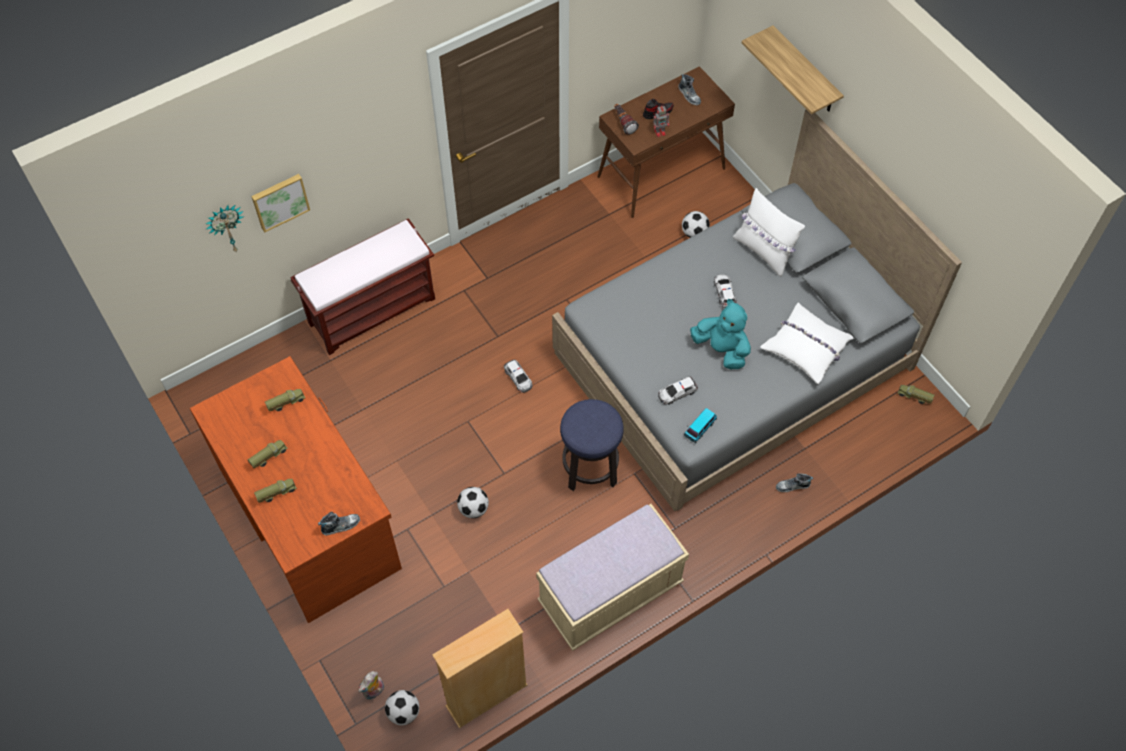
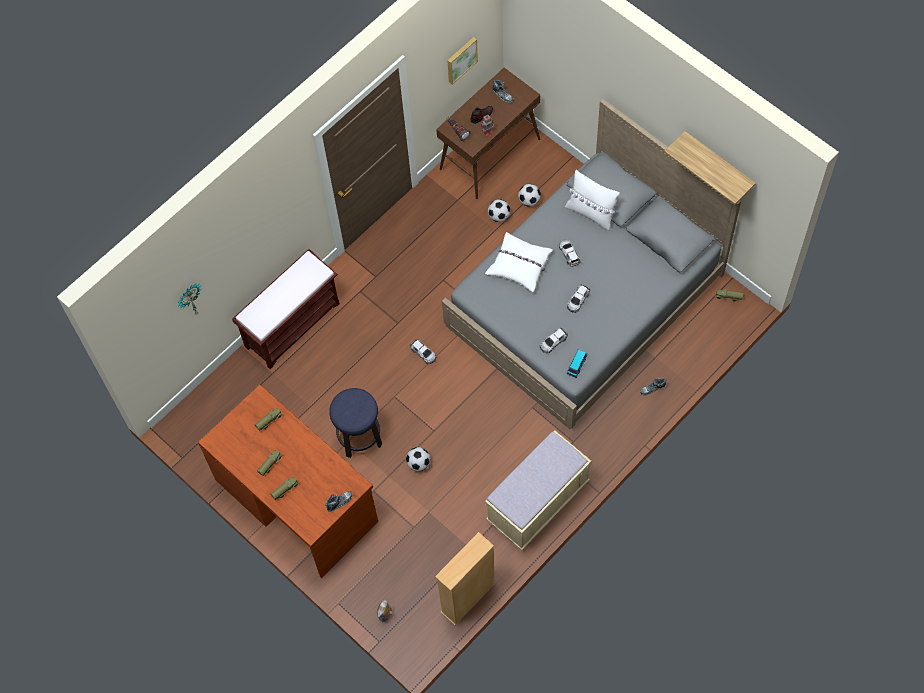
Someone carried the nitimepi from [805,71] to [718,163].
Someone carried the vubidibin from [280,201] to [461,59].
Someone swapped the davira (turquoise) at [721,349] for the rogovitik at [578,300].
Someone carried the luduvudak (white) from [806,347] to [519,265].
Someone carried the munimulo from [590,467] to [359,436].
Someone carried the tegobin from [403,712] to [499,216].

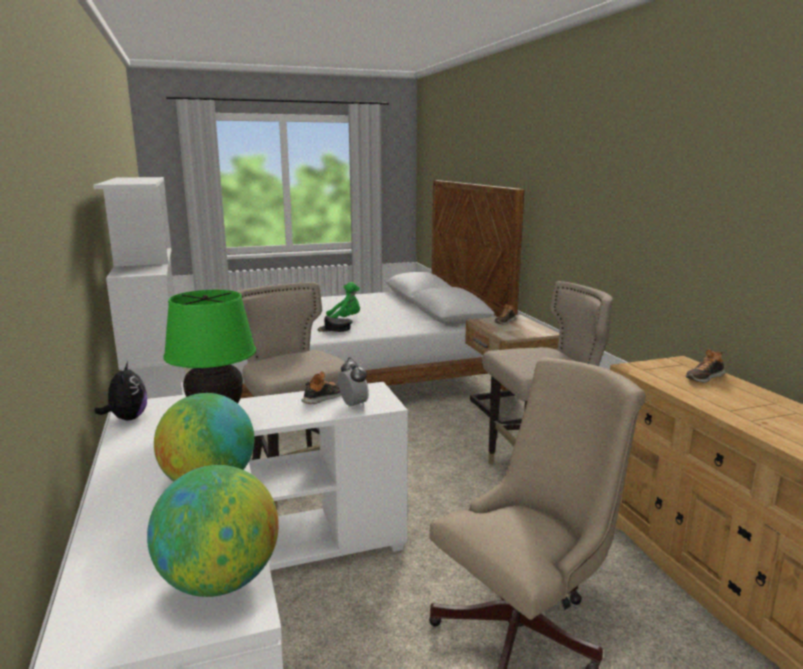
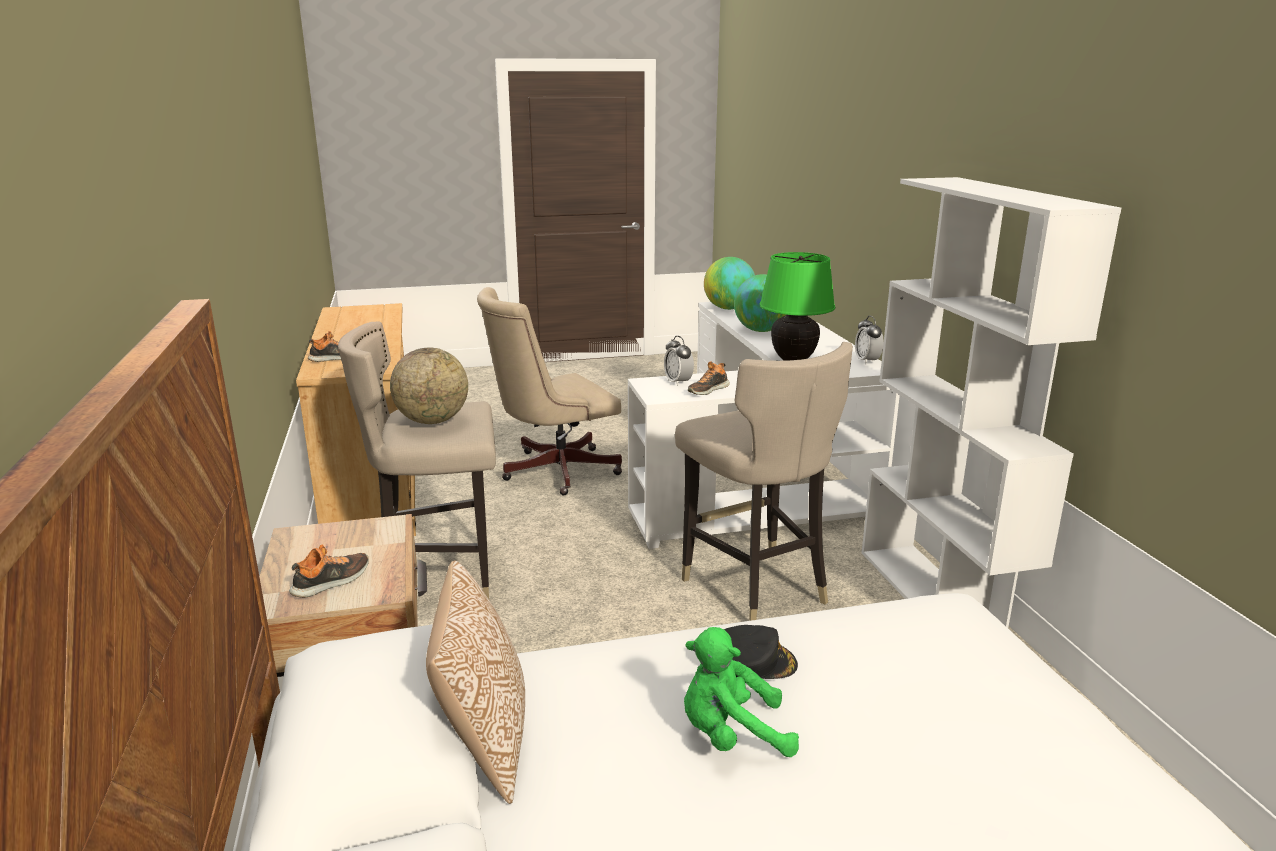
Someone swapped the davira at [127,418] for the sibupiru at [867,361].
Someone put down the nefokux at [432,421].
Someone put down the luduvudak at [484,742].

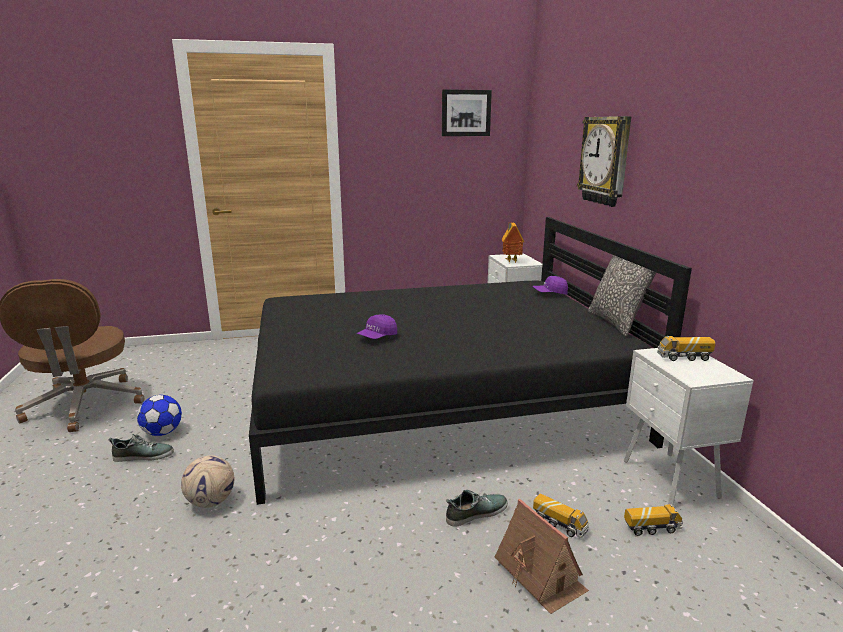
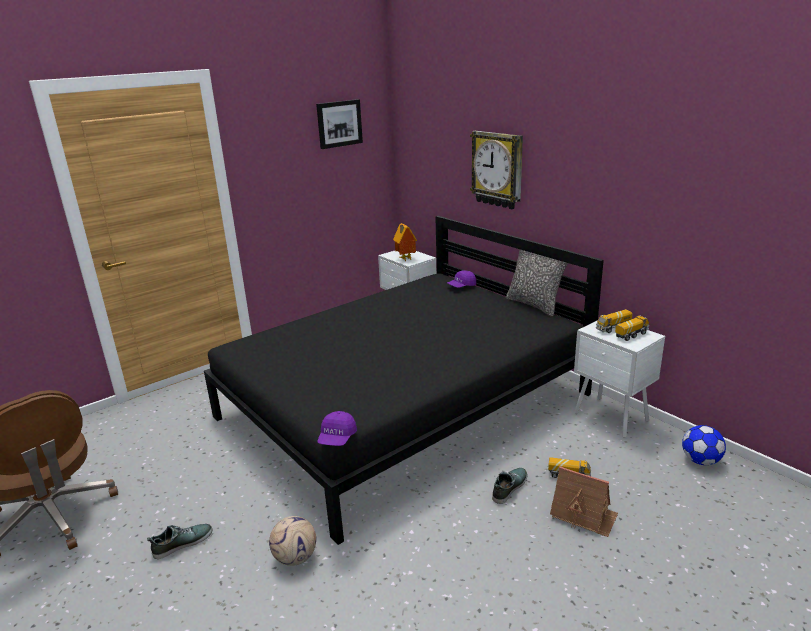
Someone carried the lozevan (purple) from [377,337] to [337,438].
Someone carried the tegobin from [162,432] to [700,461].
Someone carried the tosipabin from [651,528] to [631,335].

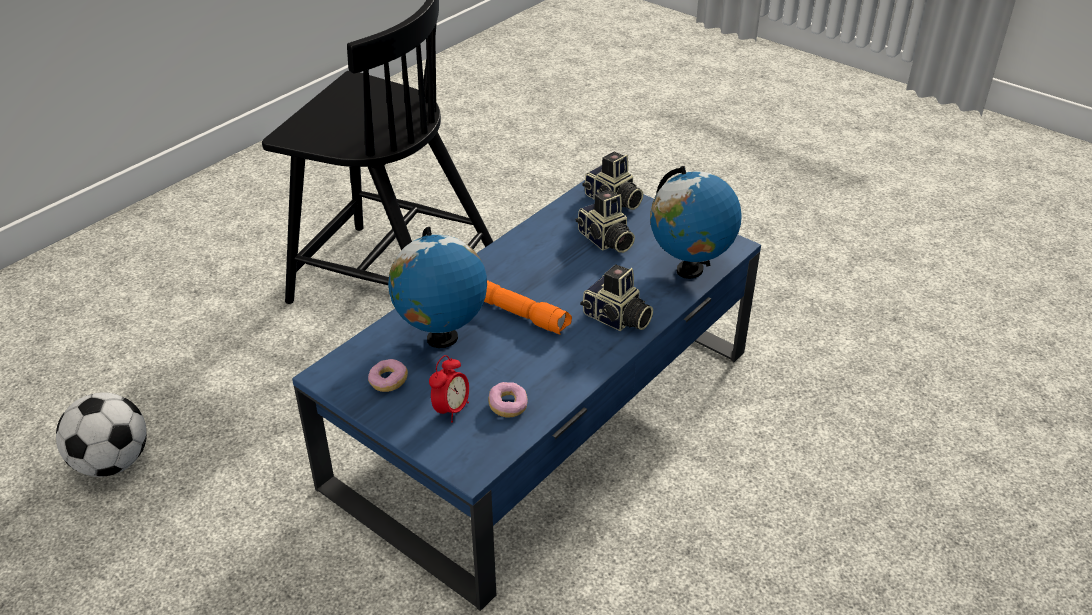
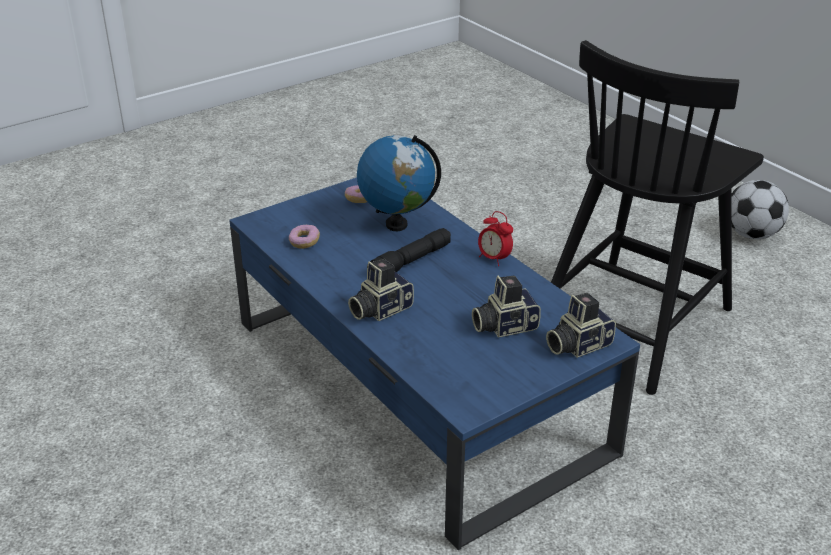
Someone took away the nefokux at [689,270].
Someone repainted the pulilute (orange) at [520,314], which became the pulilute (black) at [410,262].
Someone carried the sibupiru from [451,409] to [494,259].
Someone carried the tegobin from [112,463] to [751,234].

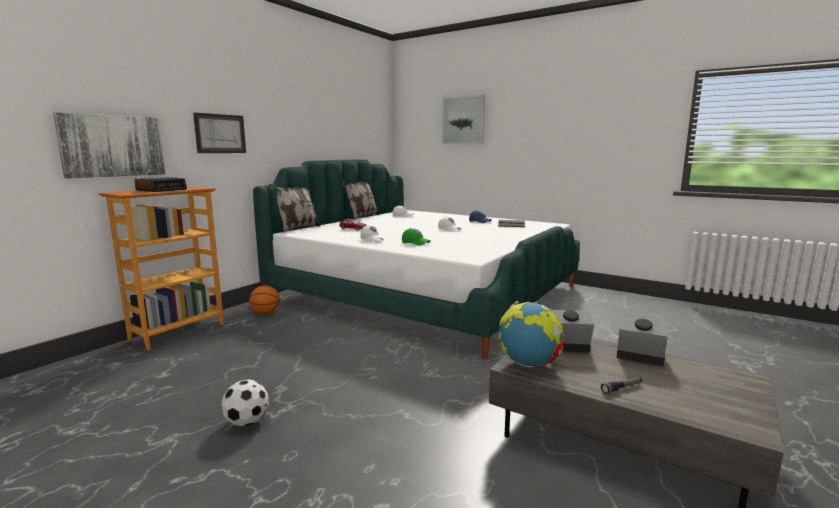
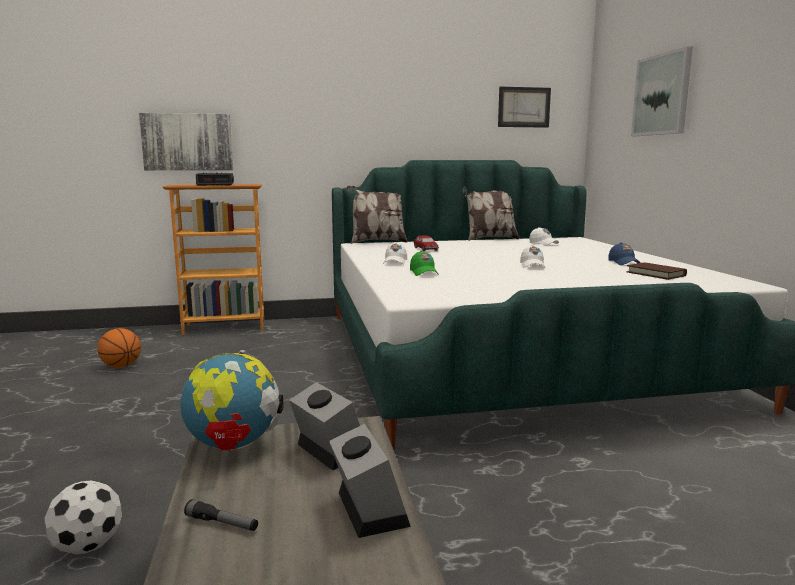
Someone carried the vubidibin from [220,133] to [524,107].
Someone carried the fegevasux from [265,313] to [121,366].
Someone carried the tegobin from [246,422] to [87,546].

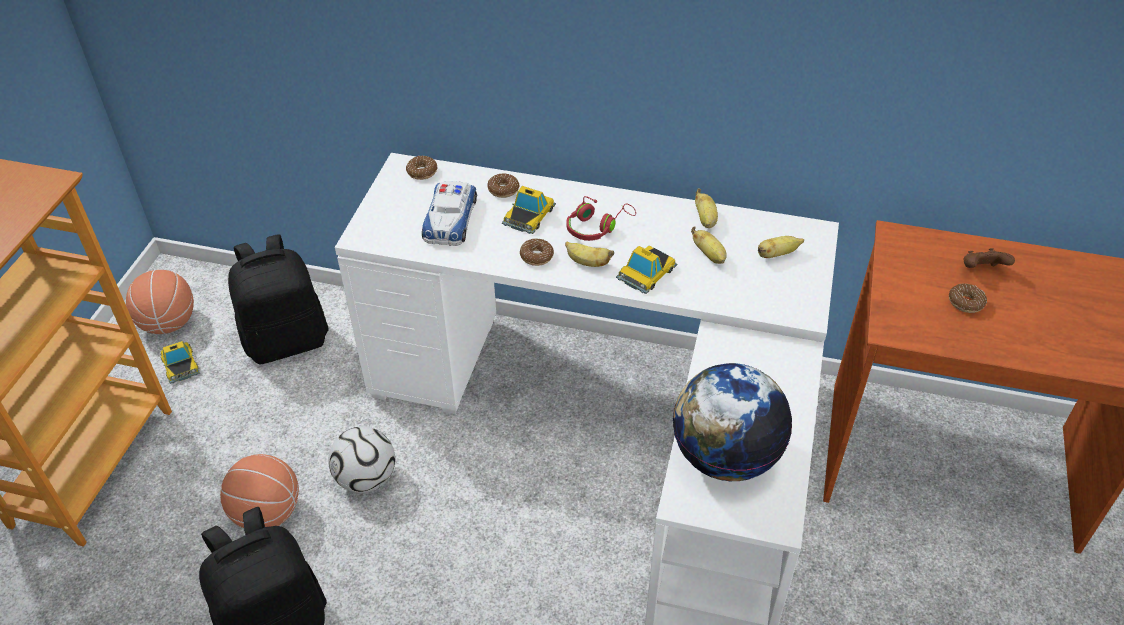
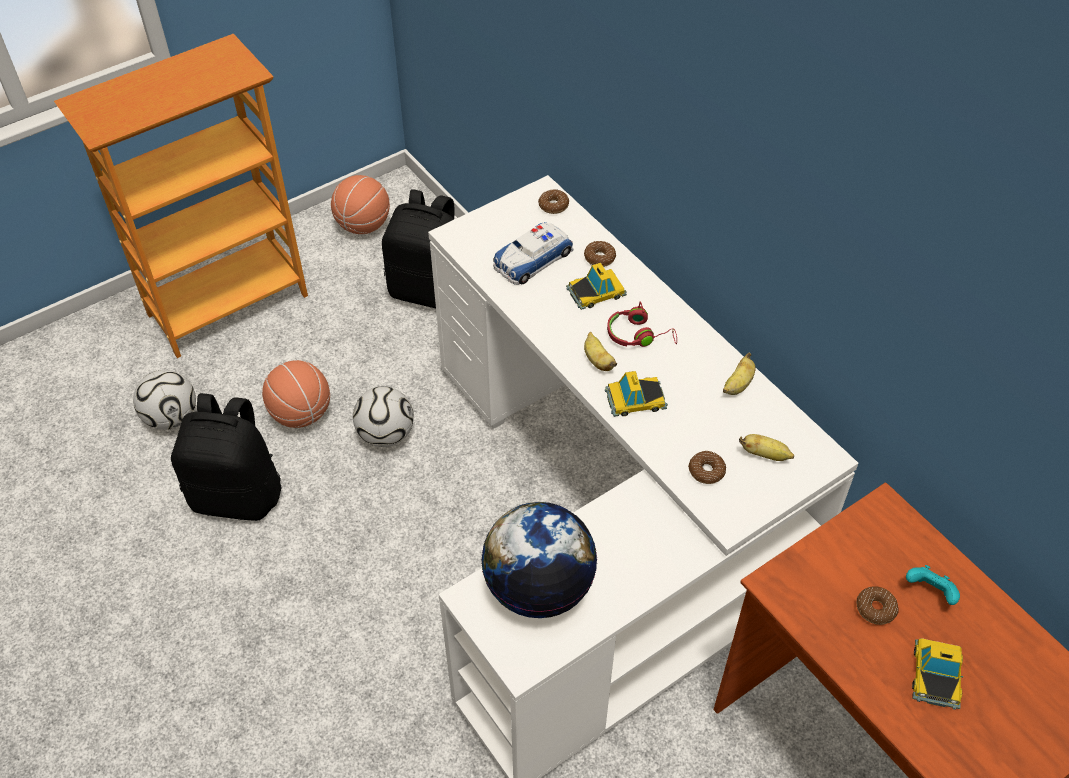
Someone took away the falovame at [709,255].
Someone carried the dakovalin from [536,256] to [706,471].
Someone repainted the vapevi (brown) at [981,270], which became the vapevi (turquoise) at [930,592].
Someone carried the rogovitik from [180,364] to [936,675].
Someone put down the tegobin at [172,417].

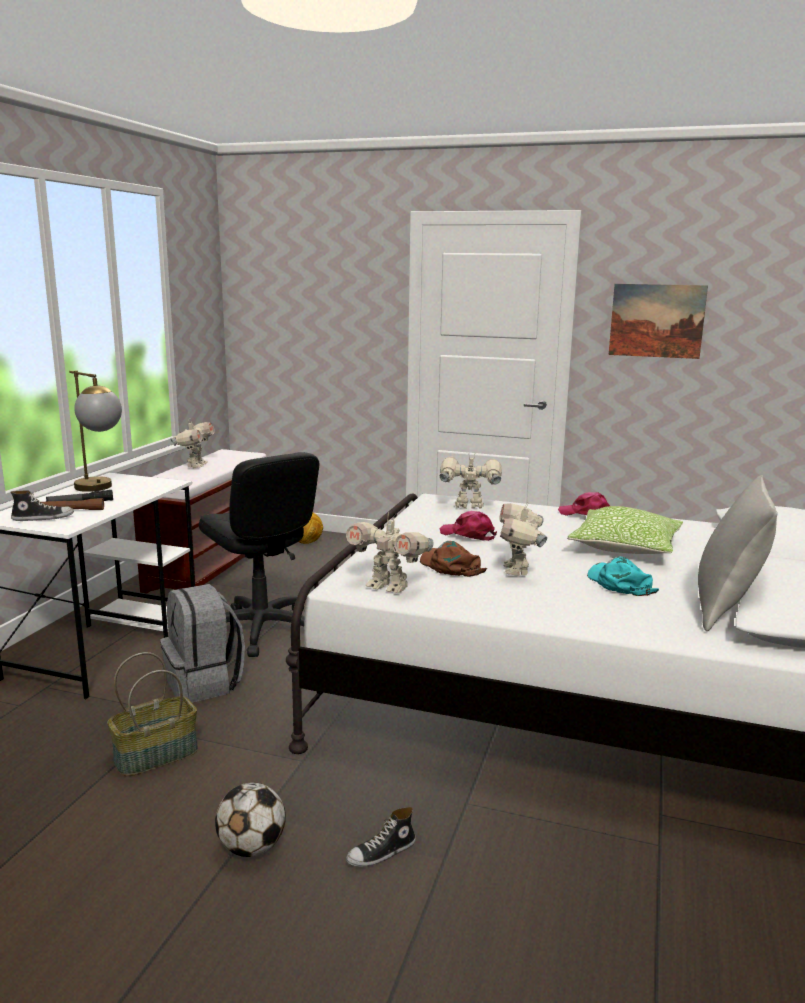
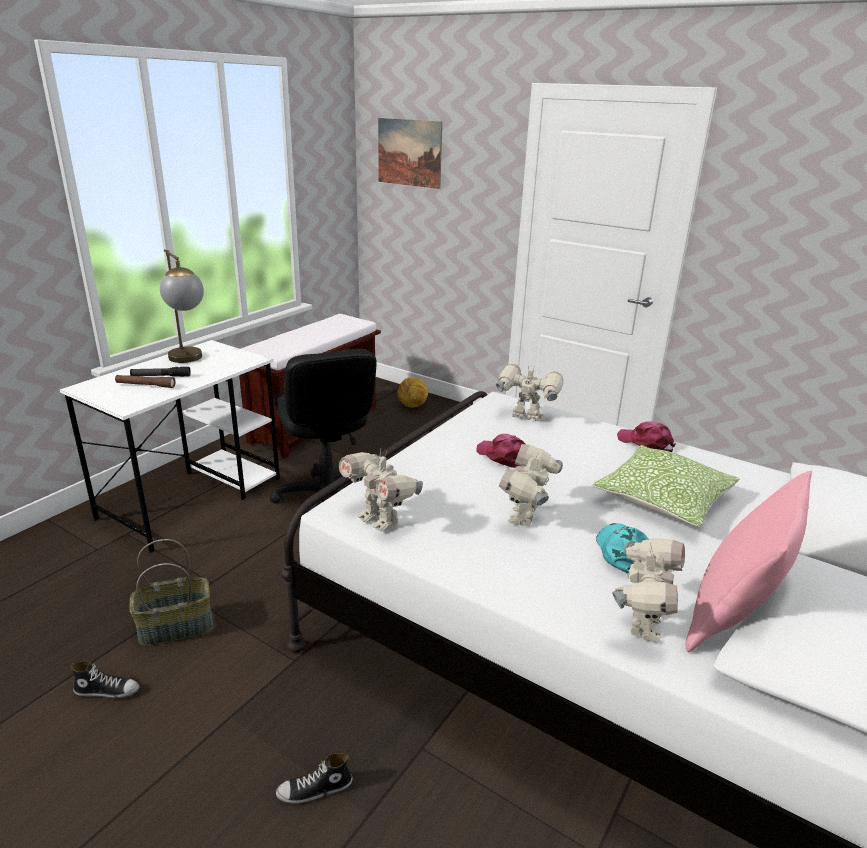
Someone carried the vubidibin from [656,321] to [409,153].
Someone carried the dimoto from [195,465] to [641,624].
Someone repainted the luduvudak (grey) at [727,609], which became the luduvudak (pink) at [733,618].
Someone carried the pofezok from [43,518] to [107,690].
Someone took away the lozevan (brown) at [450,566].
Someone took away the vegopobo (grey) at [204,683].
Someone took away the tegobin at [252,848].

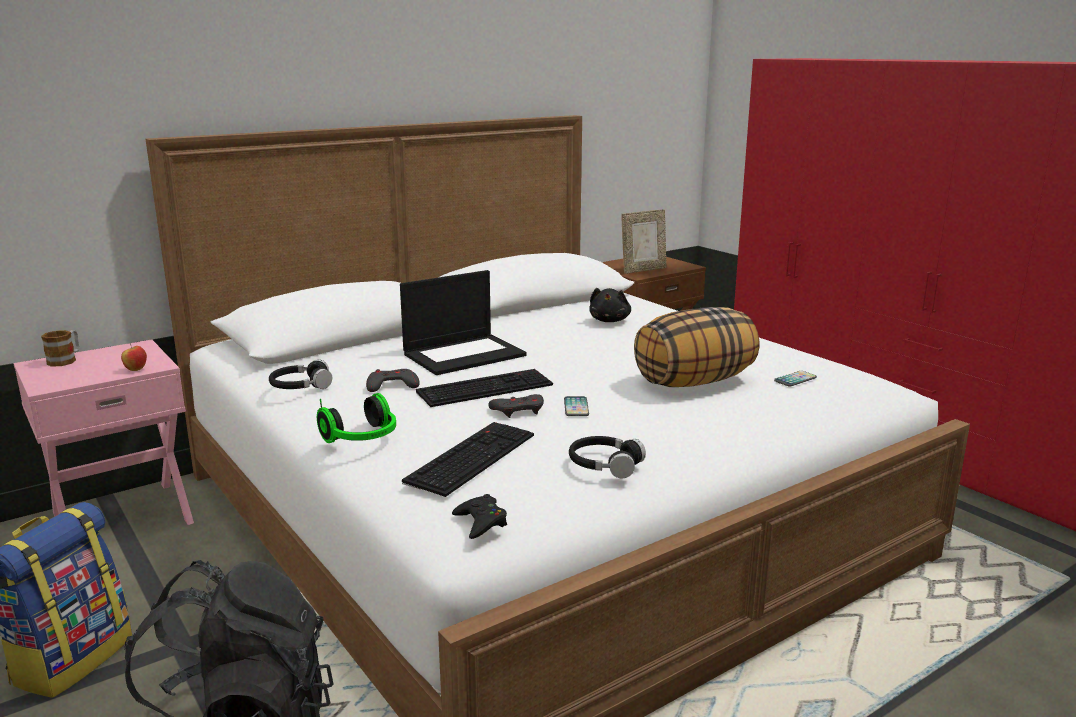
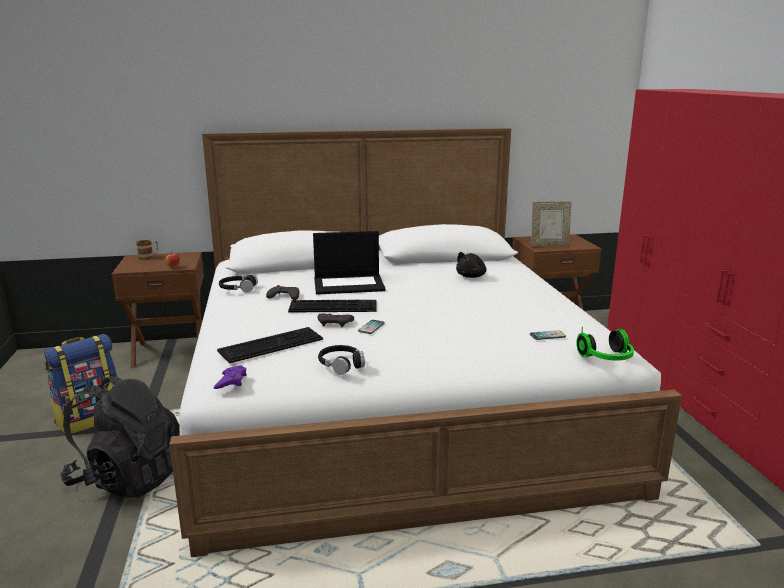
Someone took away the luduvudak at [694,381].
Someone repainted the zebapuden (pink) at [122,517], which became the zebapuden (brown) at [170,352].
Someone carried the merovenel from [363,439] to [607,359].
Someone repainted the vapevi (black) at [481,522], which became the vapevi (purple) at [231,381].

